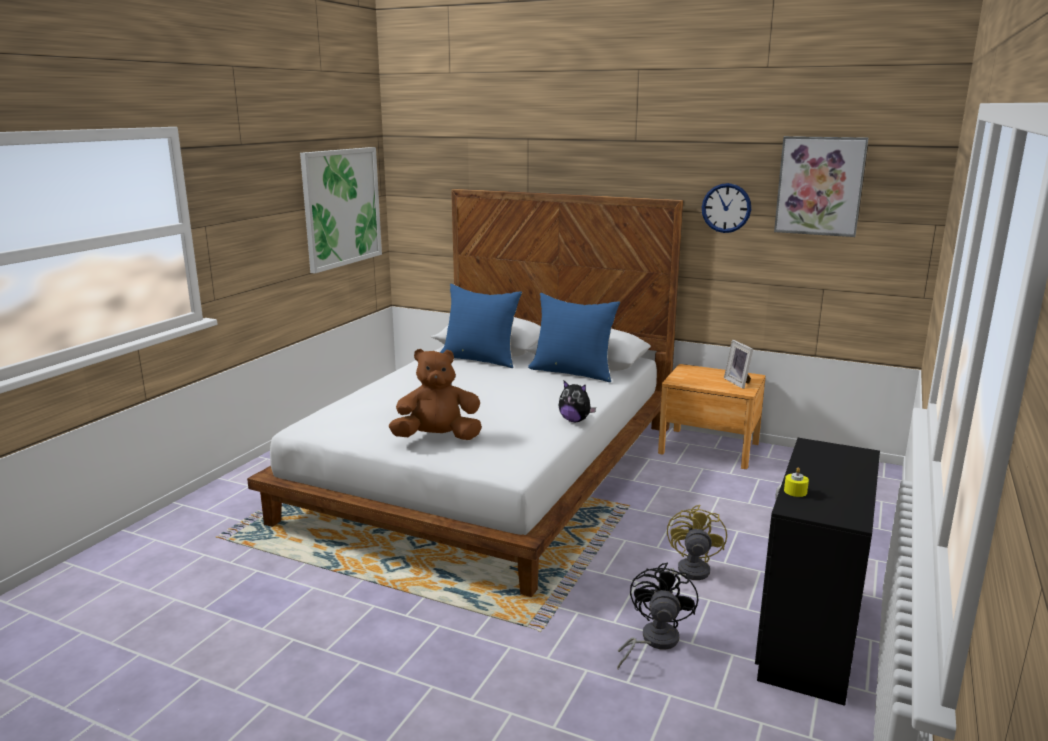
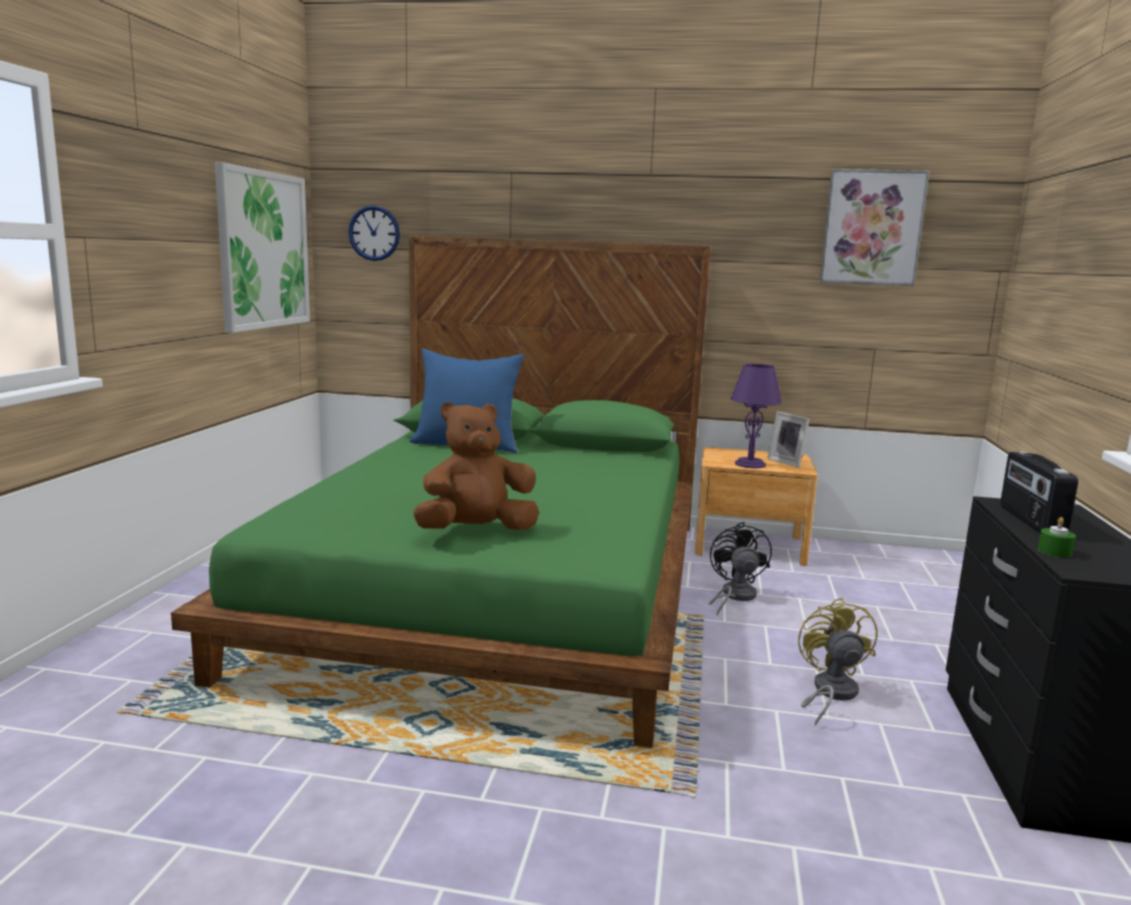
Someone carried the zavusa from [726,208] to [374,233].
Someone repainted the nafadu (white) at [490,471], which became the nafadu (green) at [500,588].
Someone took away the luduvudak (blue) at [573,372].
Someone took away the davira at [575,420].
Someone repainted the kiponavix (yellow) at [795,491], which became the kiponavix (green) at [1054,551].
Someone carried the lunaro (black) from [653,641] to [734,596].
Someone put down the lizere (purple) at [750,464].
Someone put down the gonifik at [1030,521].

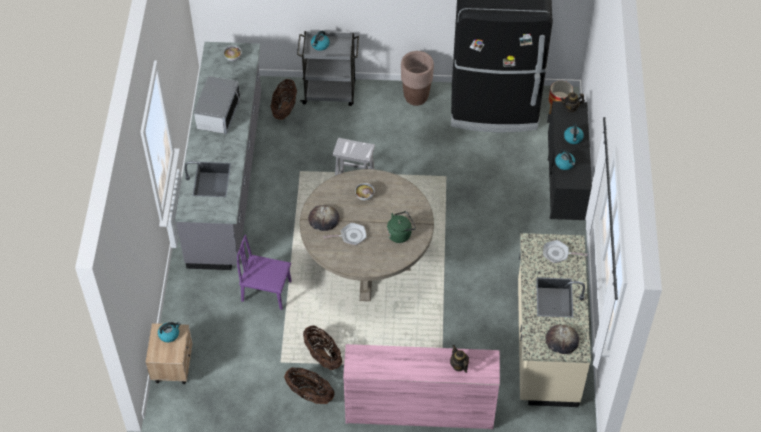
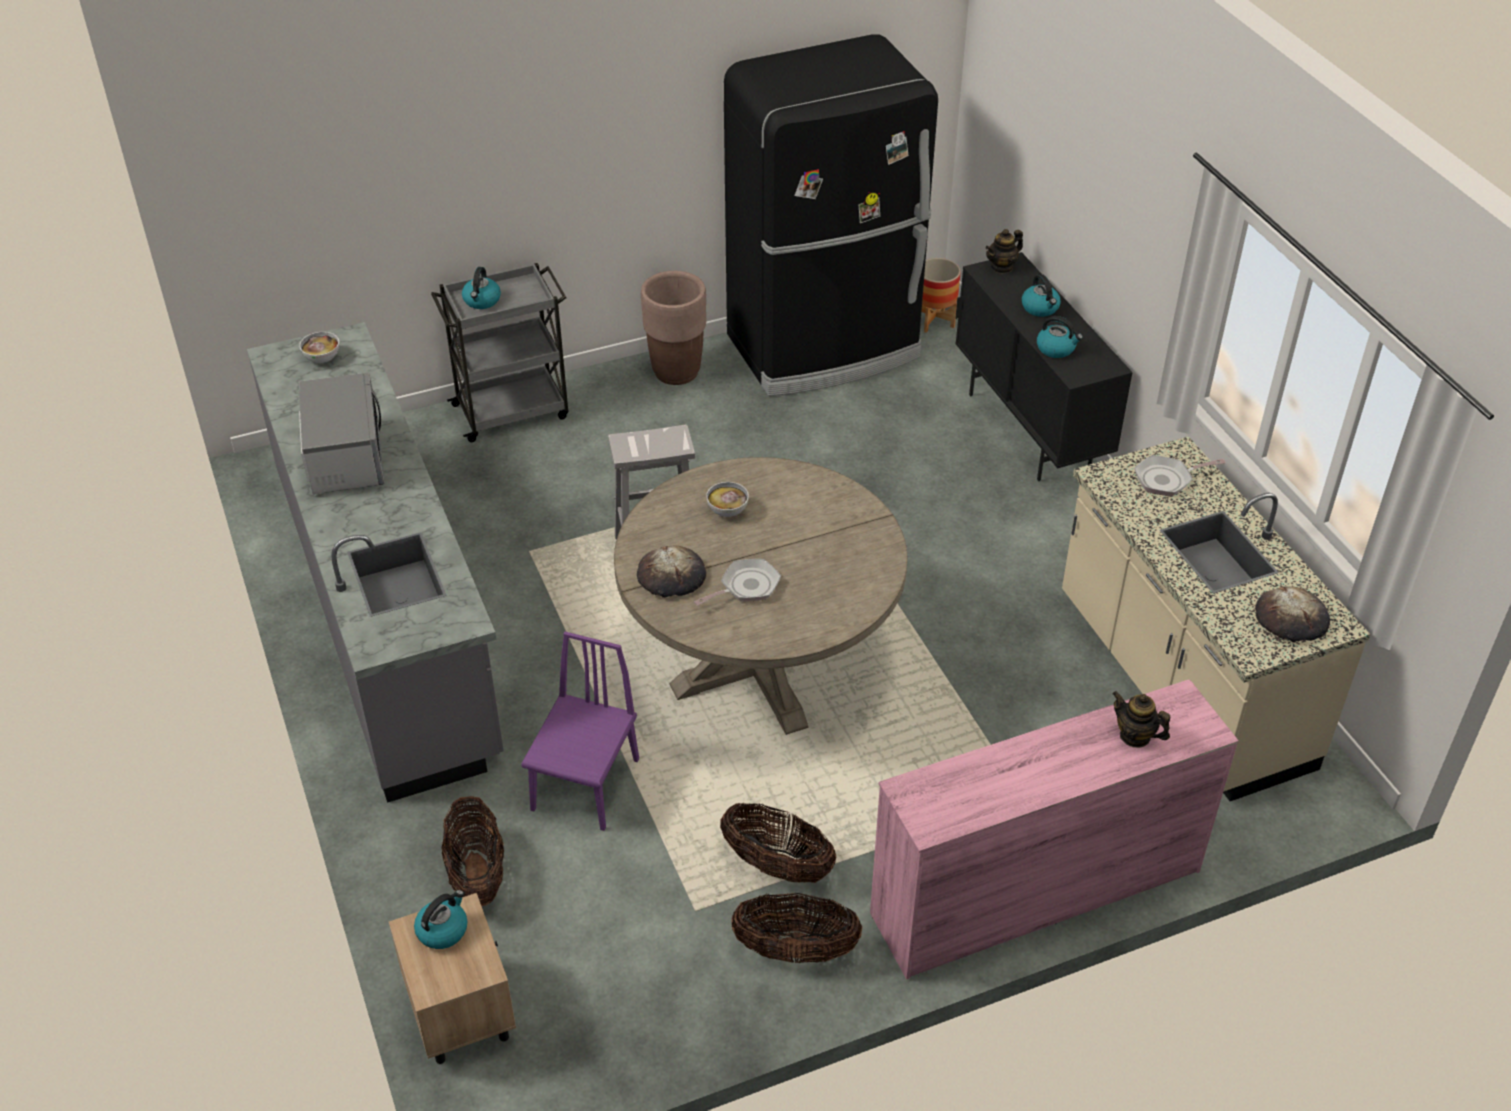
Someone carried the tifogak from [284,109] to [477,874].
Someone took away the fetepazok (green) at [400,234].
Someone rotated the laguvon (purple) at [266,291] by 120 degrees clockwise.

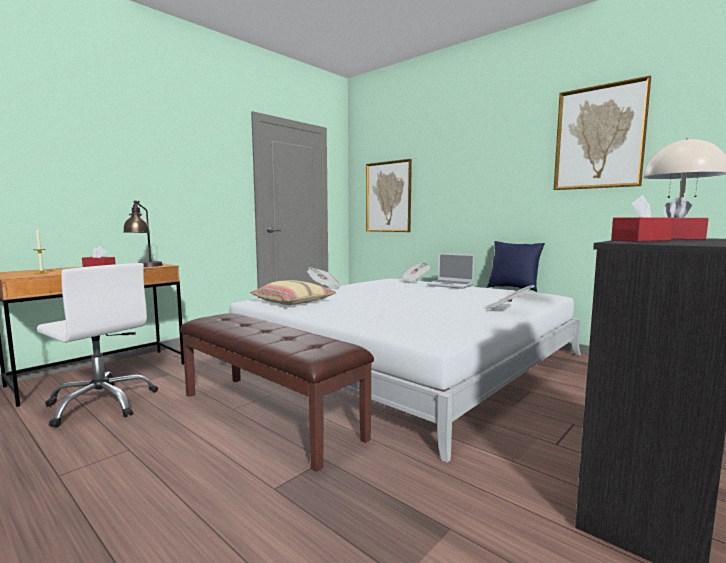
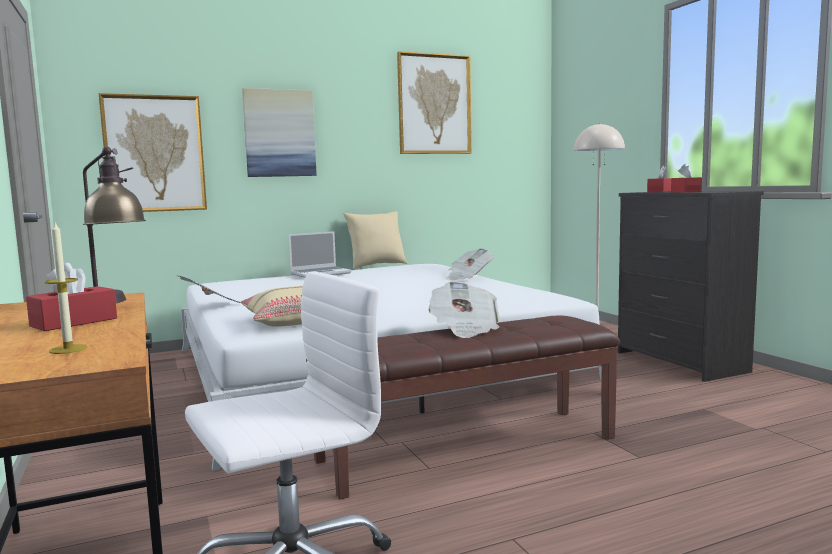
Someone repainted the luduvudak (blue) at [513,288], which became the luduvudak (beige) at [376,266].
Someone carried the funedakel from [413,281] to [464,329].
Someone put up the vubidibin at [279,133].

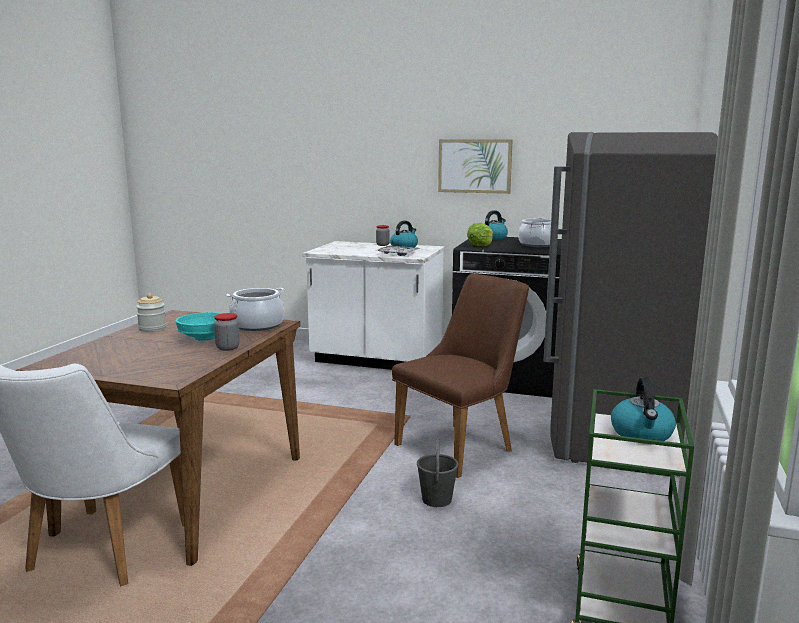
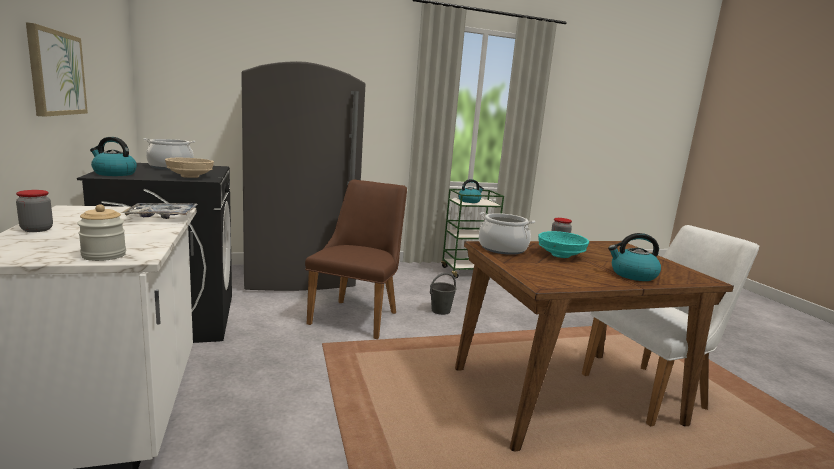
Someone carried the fetepazok from [404,247] to [632,275].
Someone swapped the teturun at [480,246] for the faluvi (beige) at [190,177].
Someone rotated the laguvon (brown) at [463,445] by 90 degrees clockwise.
Someone carried the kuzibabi from [152,329] to [104,255].

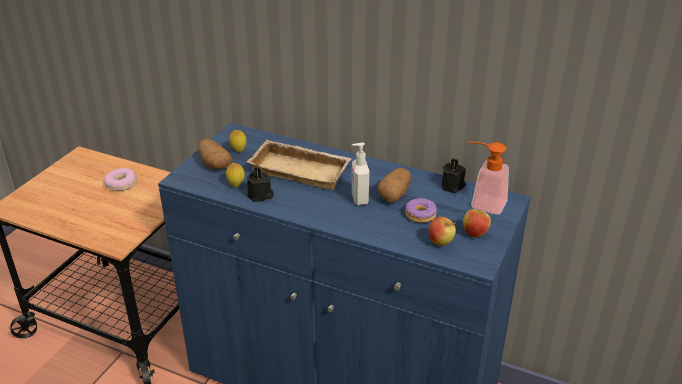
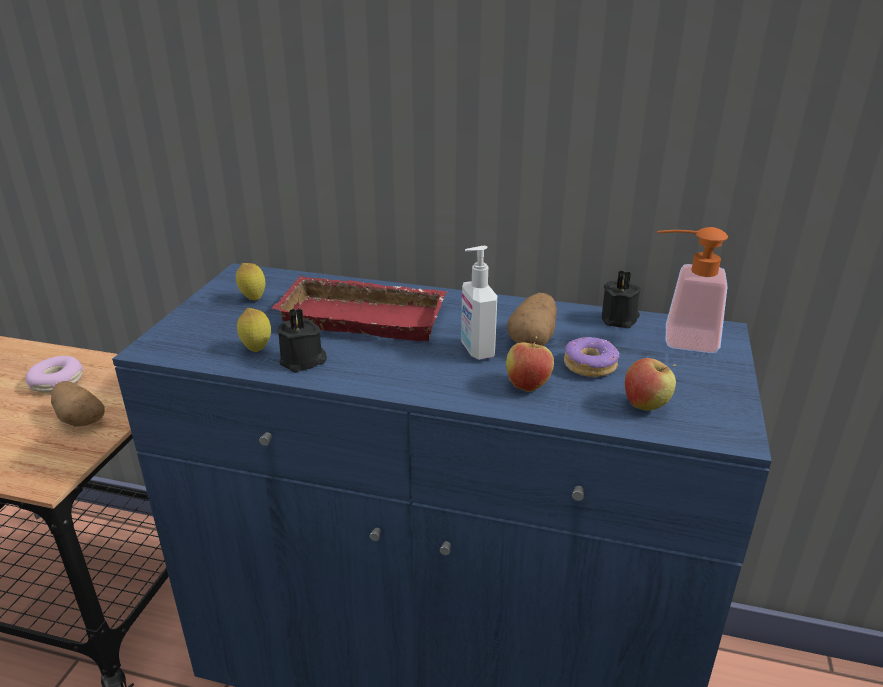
Someone carried the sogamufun from [214,164] to [79,419].
Someone repainted the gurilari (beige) at [302,169], which became the gurilari (red) at [366,317].
Someone carried the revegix from [475,234] to [528,386].

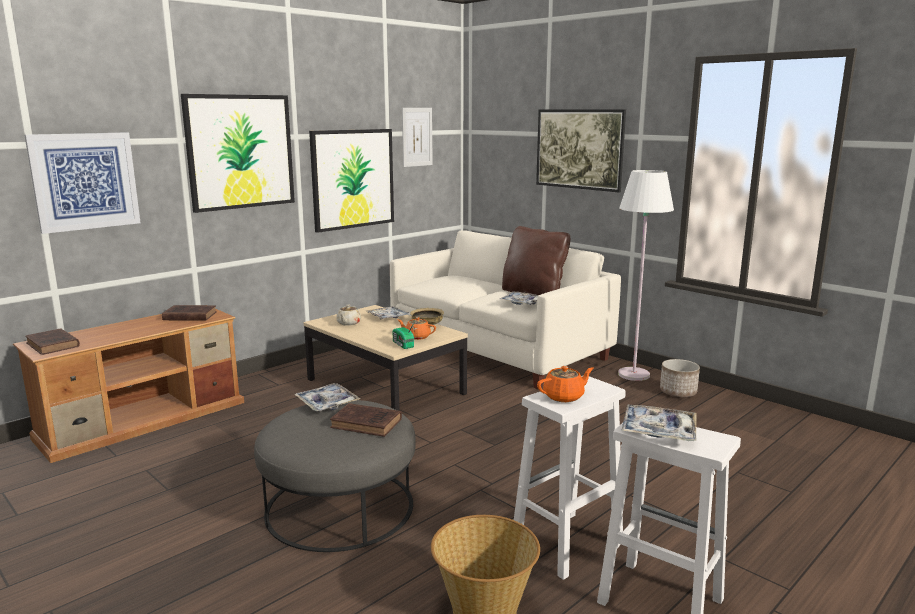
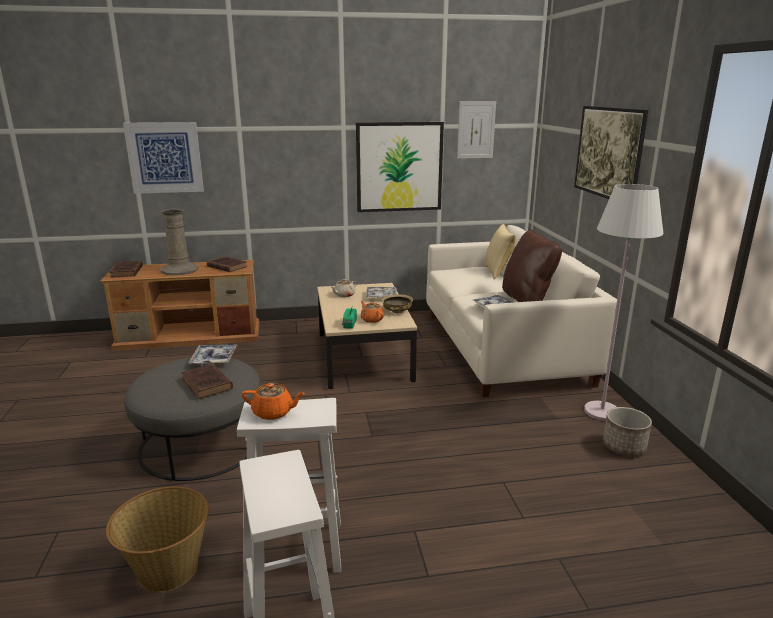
Someone took away the vubidibin at [240,152].
Someone took away the gurilari at [658,431].
Someone put down the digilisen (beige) at [179,270].
Someone put down the luduvudak at [497,272].

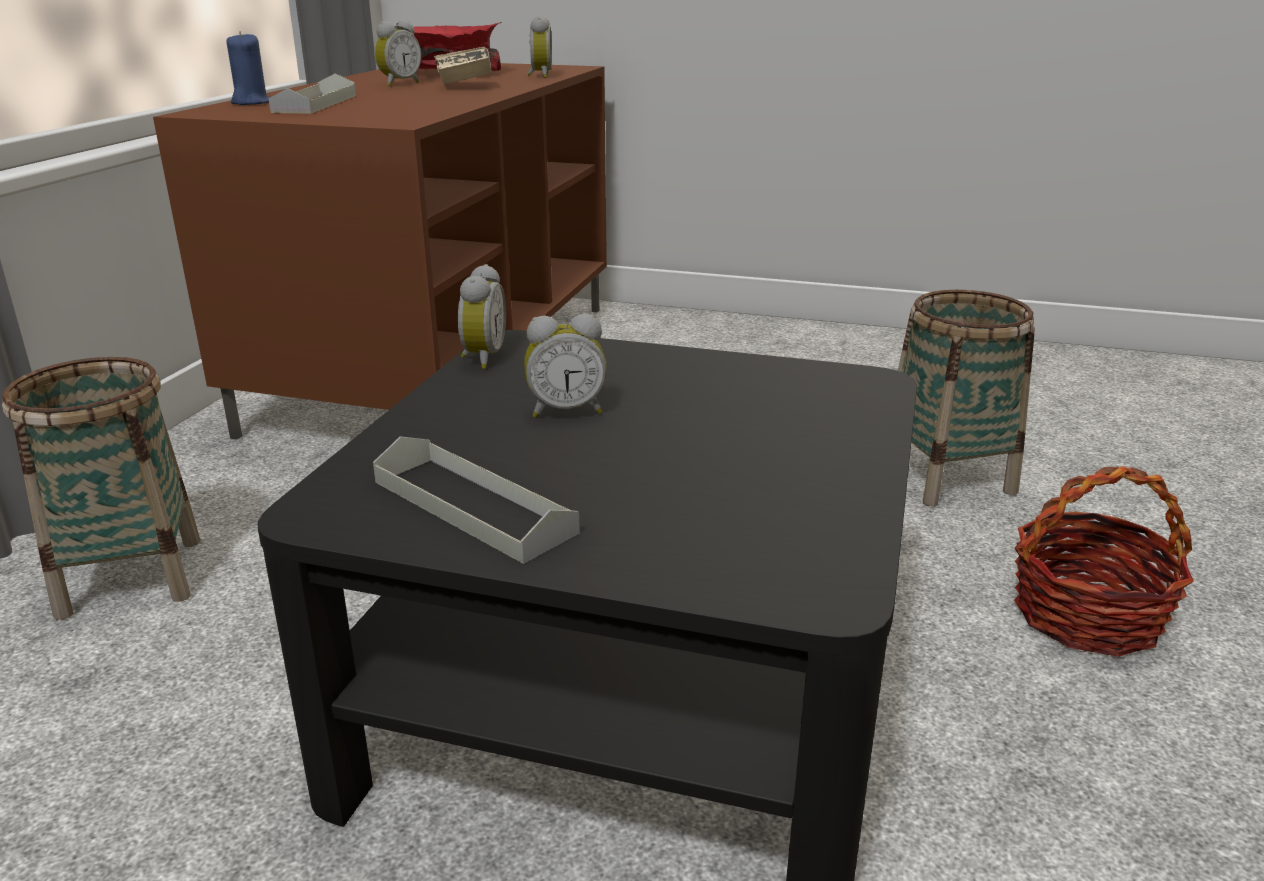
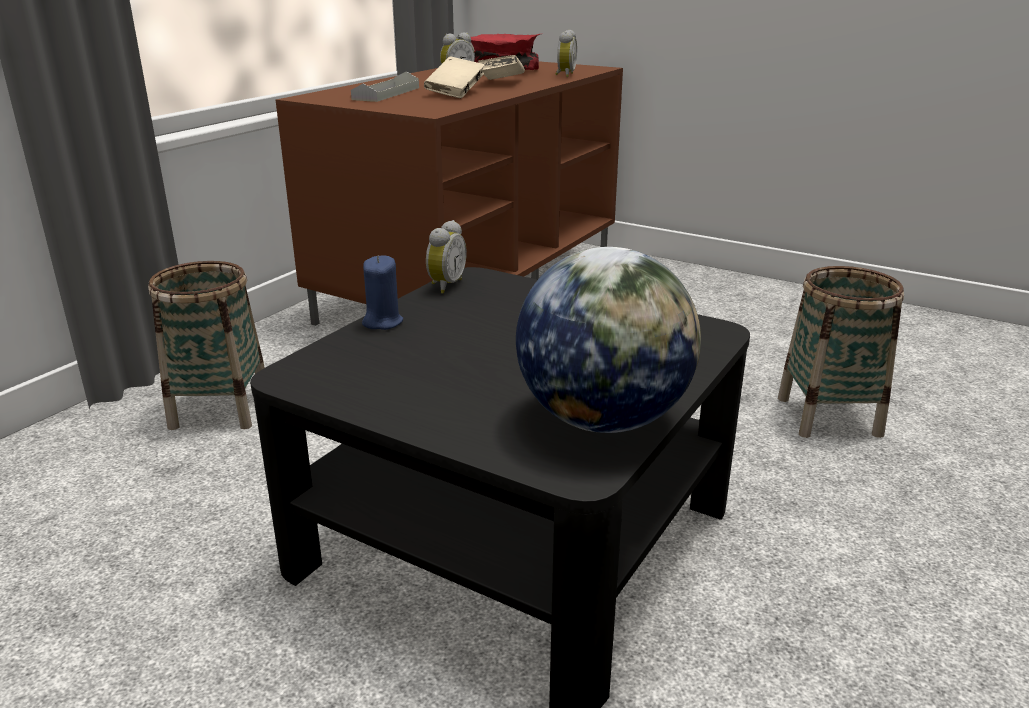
Someone carried the kiponavix (blue) from [251,103] to [382,322].
Someone took away the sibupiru at [566,410].
Someone took away the gurilari (grey) at [472,506].
Someone took away the tifogak at [1086,616].
Someone put down the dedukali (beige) at [455,93].
Someone put down the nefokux at [603,419].

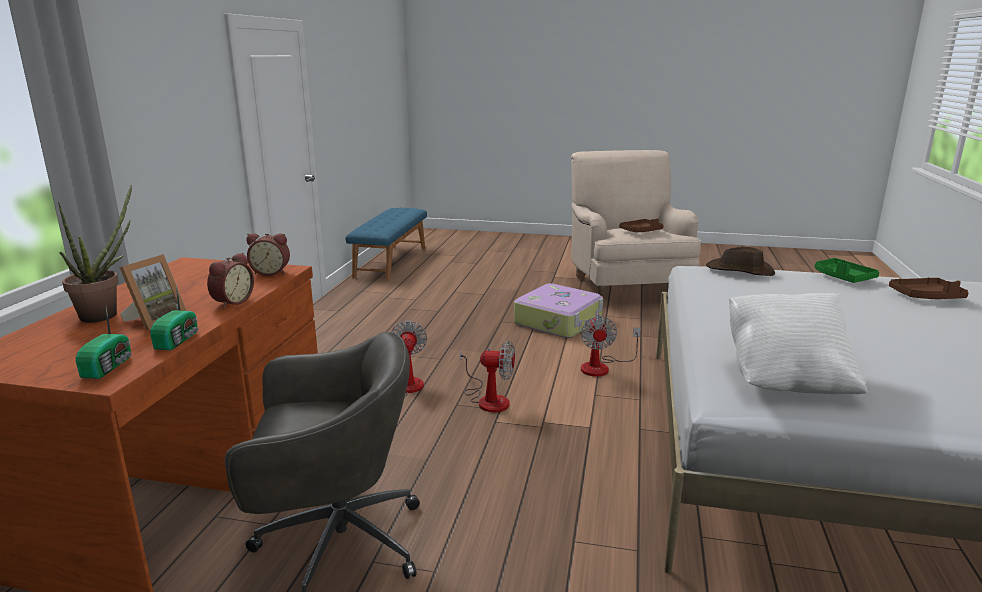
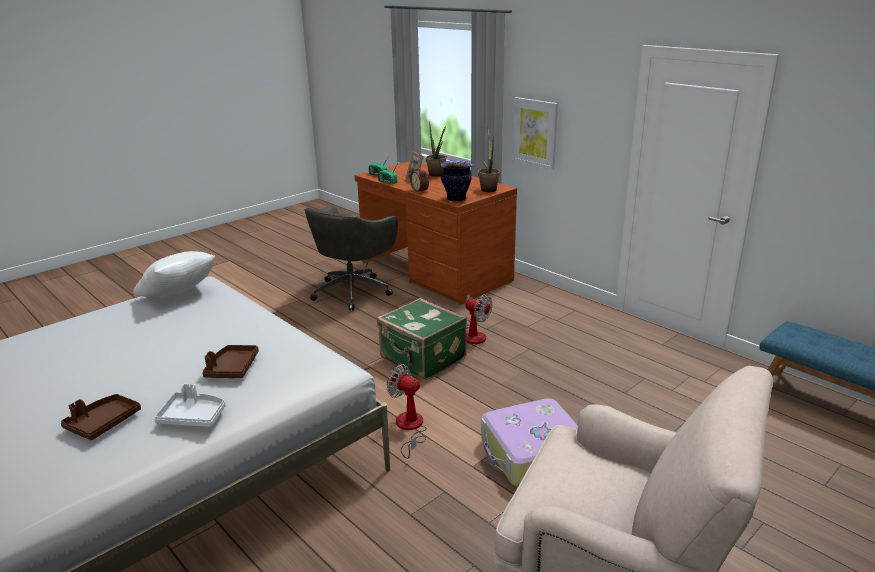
Someone carried the gurilari (brown) from [641,231] to [232,368].
Someone swapped the sibupiru at [271,272] for the digilisen at [456,199].
Someone took away the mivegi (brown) at [740,270].
Someone repainted the gurilari (green) at [842,278], which became the gurilari (grey) at [193,417].
Someone swapped the lunaro at [488,399] for the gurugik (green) at [422,359].
Someone put up the vubidibin at [535,133].
Someone put down the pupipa at [488,189].

